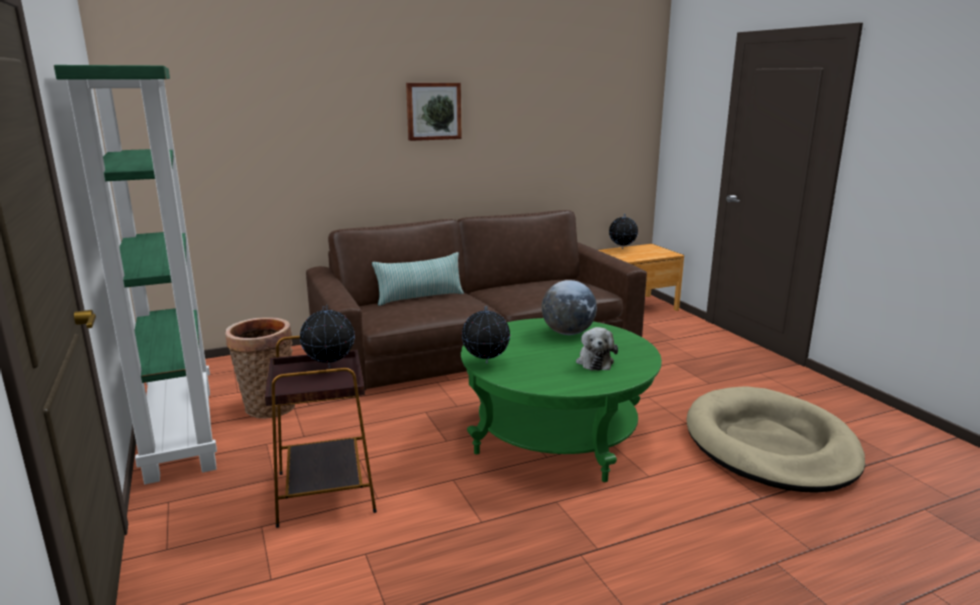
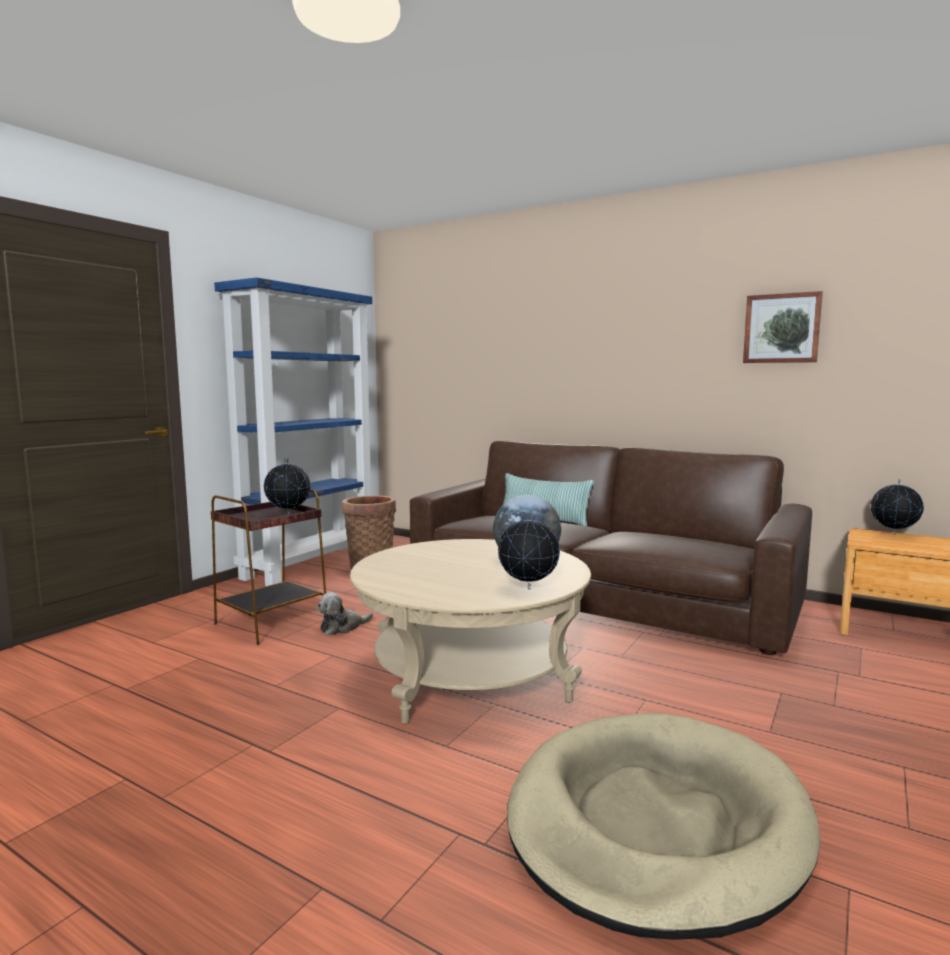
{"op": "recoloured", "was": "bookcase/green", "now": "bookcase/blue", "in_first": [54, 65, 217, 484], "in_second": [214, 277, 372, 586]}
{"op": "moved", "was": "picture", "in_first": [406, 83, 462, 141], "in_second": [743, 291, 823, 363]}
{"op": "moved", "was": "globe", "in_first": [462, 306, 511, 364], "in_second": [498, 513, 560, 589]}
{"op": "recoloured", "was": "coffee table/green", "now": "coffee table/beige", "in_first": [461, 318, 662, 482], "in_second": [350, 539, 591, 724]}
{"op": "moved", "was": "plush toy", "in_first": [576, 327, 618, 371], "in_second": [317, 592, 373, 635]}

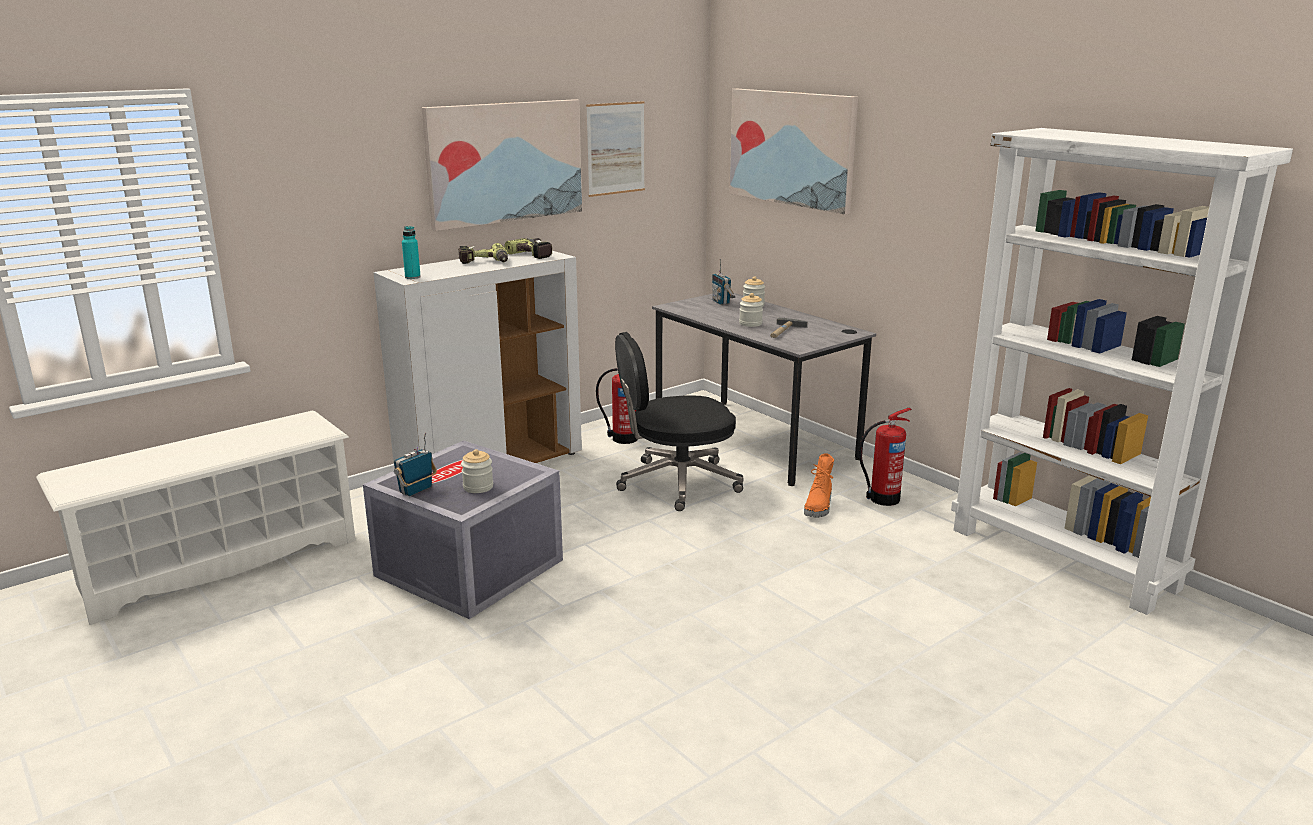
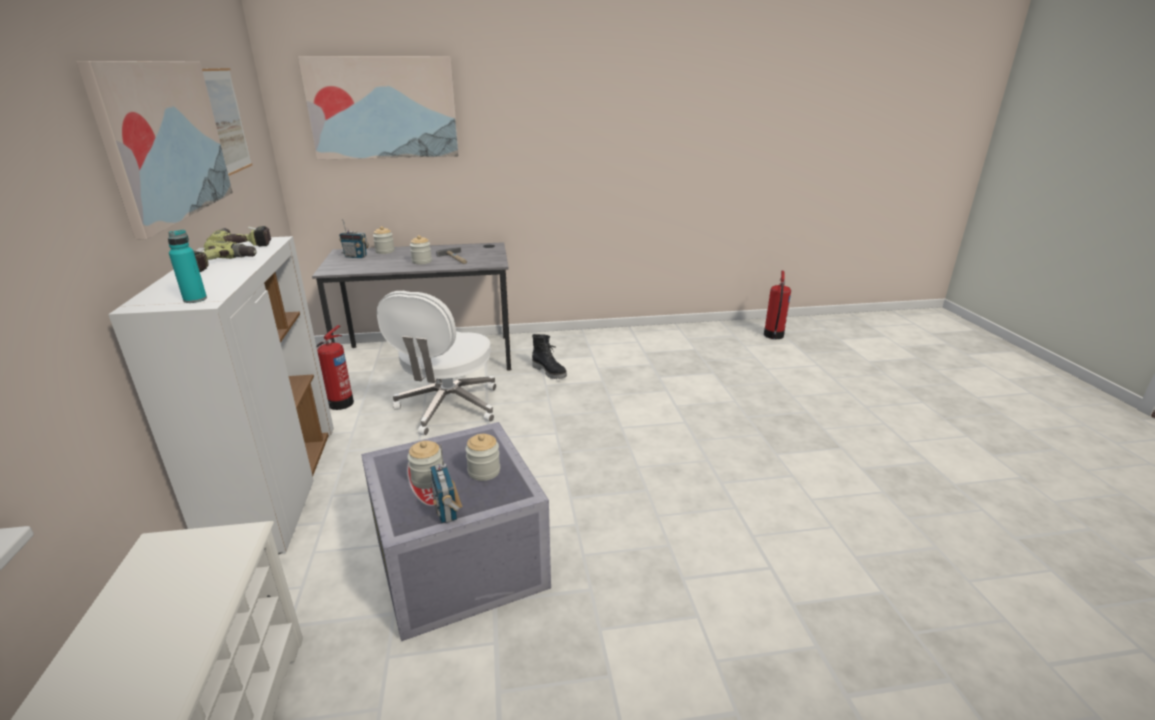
{"op": "removed", "was": "bookcase/white", "in_first": [951, 128, 1293, 615]}
{"op": "recoloured", "was": "office chair/black", "now": "office chair/white", "in_first": [615, 332, 744, 511], "in_second": [377, 291, 497, 436]}
{"op": "moved", "was": "fire extinguisher", "in_first": [859, 408, 912, 506], "in_second": [764, 271, 791, 339]}
{"op": "recoloured", "was": "boot/orange", "now": "boot/black", "in_first": [804, 453, 834, 517], "in_second": [532, 334, 567, 379]}
{"op": "added", "now": "jar", "in_second": [407, 441, 442, 489]}

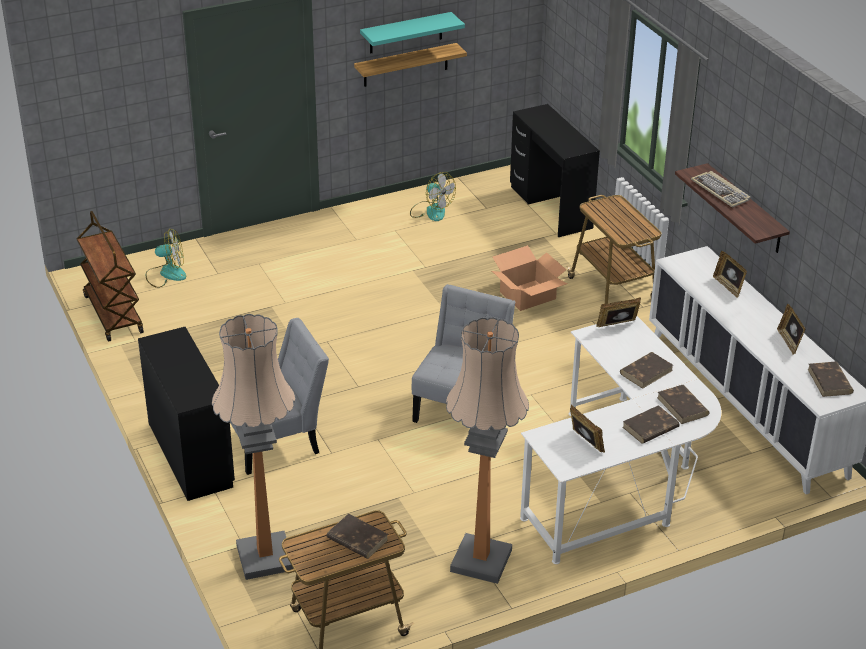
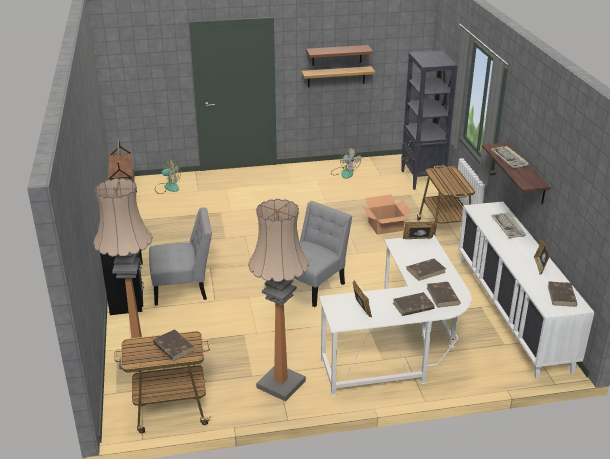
{"op": "recoloured", "was": "shelf/turquoise", "now": "shelf/brown", "in_first": [360, 12, 465, 54], "in_second": [306, 45, 373, 66]}
{"op": "replaced", "was": "desk/black", "now": "bookcase/black", "in_first": [510, 104, 600, 237], "in_second": [401, 51, 458, 190]}
{"op": "replaced", "was": "picture frame", "now": "keyboard", "in_first": [713, 251, 747, 298], "in_second": [491, 213, 526, 238]}

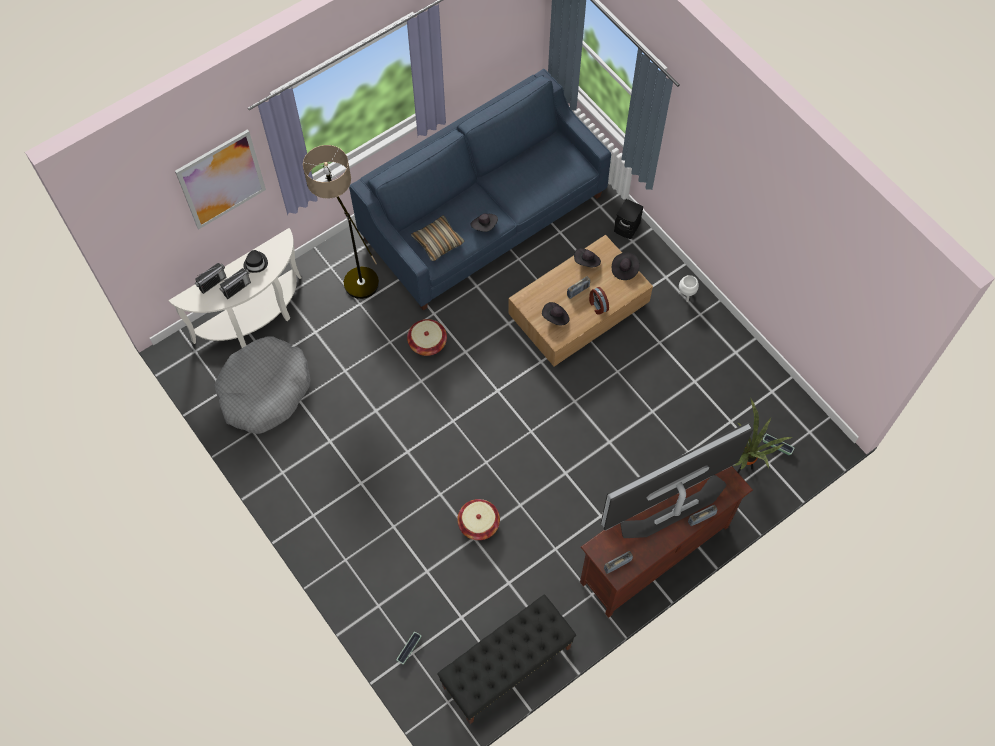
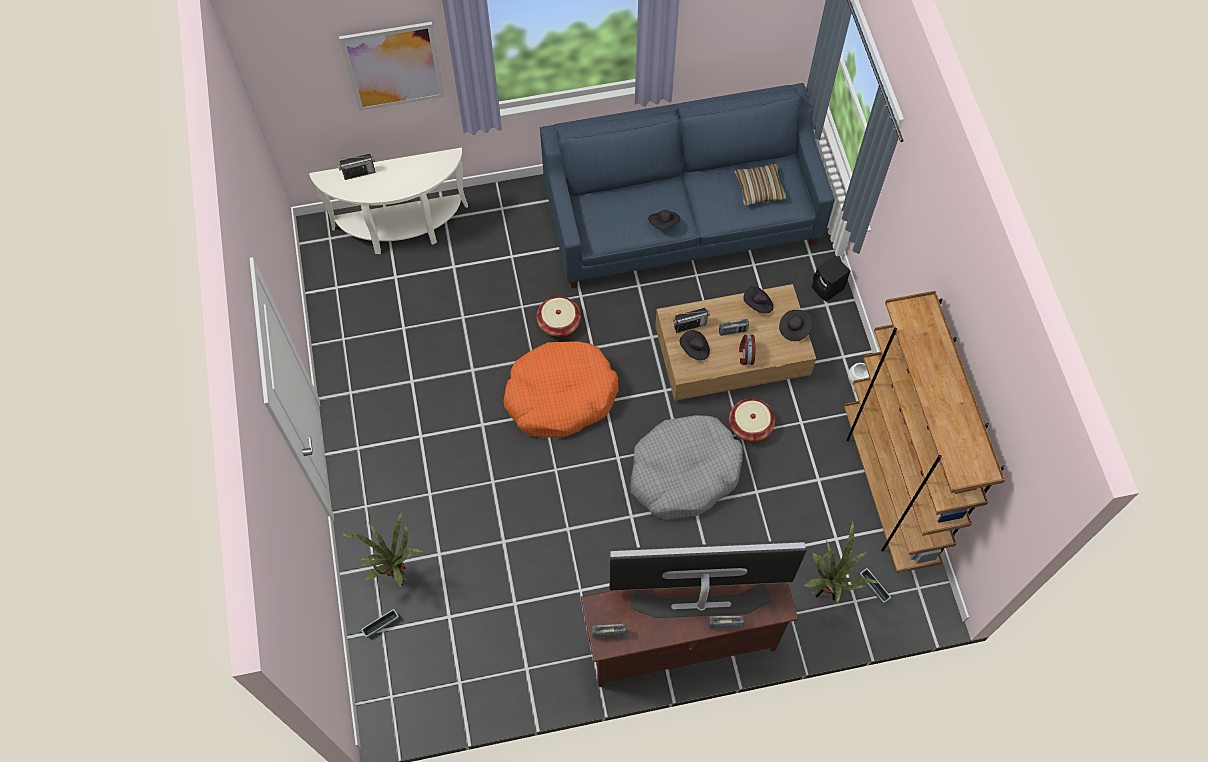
{"op": "removed", "was": "floor lamp", "in_first": [303, 145, 379, 299]}
{"op": "moved", "was": "pillow", "in_first": [411, 215, 465, 261], "in_second": [734, 164, 787, 206]}
{"op": "removed", "was": "hat/black", "in_first": [243, 250, 268, 273]}
{"op": "moved", "was": "radio", "in_first": [220, 268, 251, 299], "in_second": [673, 308, 710, 333]}
{"op": "moved", "was": "dog bed/grey", "in_first": [214, 336, 311, 434], "in_second": [630, 415, 743, 520]}
{"op": "moved", "was": "basket", "in_first": [457, 499, 500, 540], "in_second": [729, 398, 775, 442]}
{"op": "removed", "was": "bench/black", "in_first": [437, 594, 576, 724]}
{"op": "added", "now": "bookcase/brown", "in_second": [844, 291, 1005, 573]}
{"op": "added", "now": "dog bed/orange", "in_second": [504, 341, 619, 437]}
{"op": "added", "now": "potted plant", "in_second": [338, 511, 424, 589]}

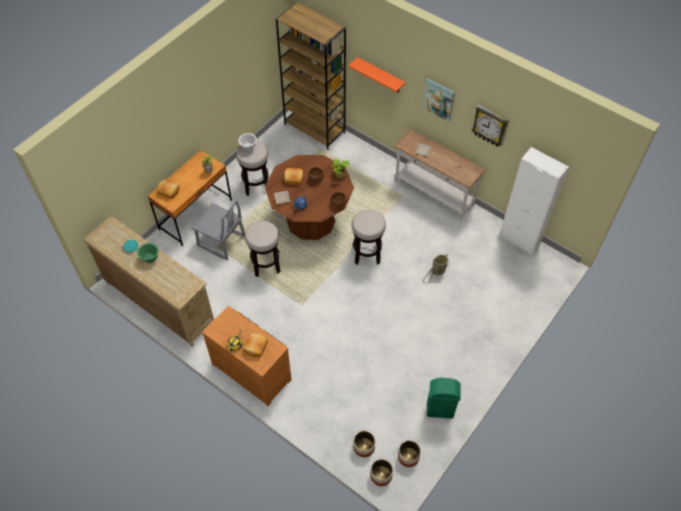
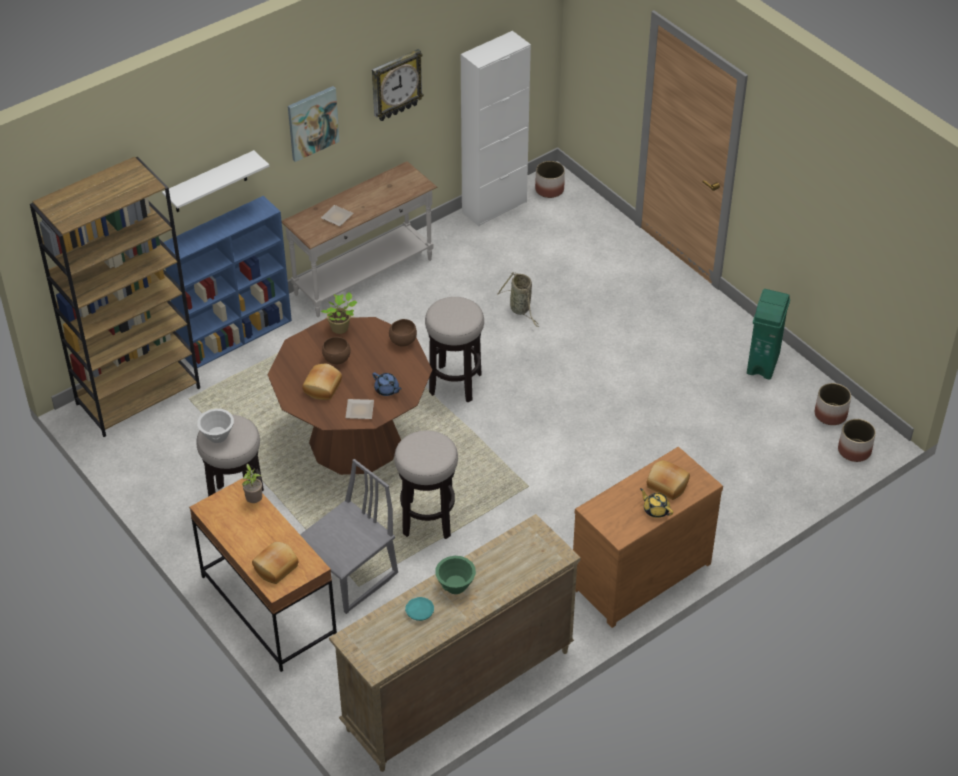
{"op": "recoloured", "was": "shelf/orange", "now": "shelf/white", "in_first": [348, 57, 406, 93], "in_second": [162, 150, 269, 212]}
{"op": "moved", "was": "planter", "in_first": [354, 431, 375, 457], "in_second": [535, 161, 565, 198]}
{"op": "added", "now": "bookcase/blue", "in_second": [163, 196, 292, 368]}

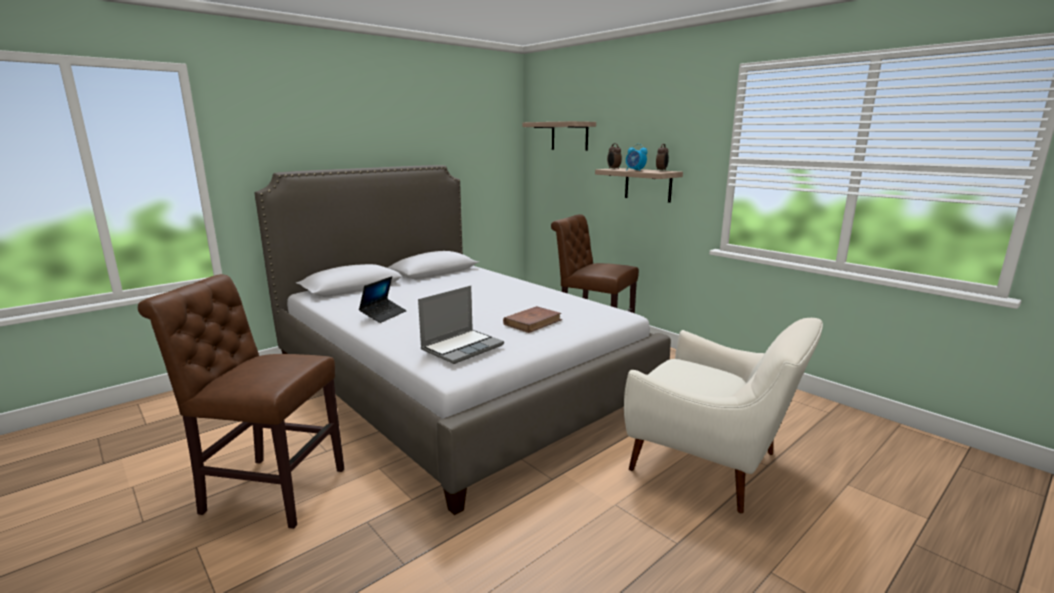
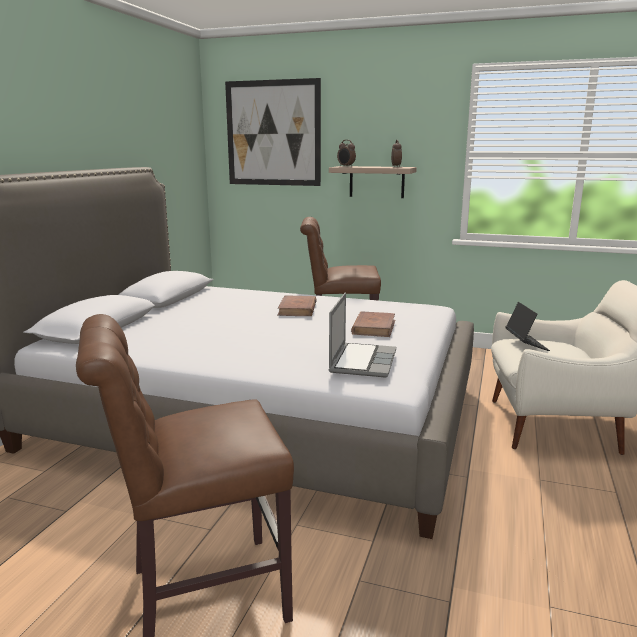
{"op": "replaced", "was": "shelf", "now": "picture", "in_first": [522, 121, 596, 151], "in_second": [225, 78, 321, 186]}
{"op": "removed", "was": "alarm clock", "in_first": [626, 144, 648, 171]}
{"op": "moved", "was": "laptop", "in_first": [359, 276, 407, 323], "in_second": [506, 302, 550, 351]}
{"op": "added", "now": "book/brown", "in_second": [277, 296, 317, 316]}

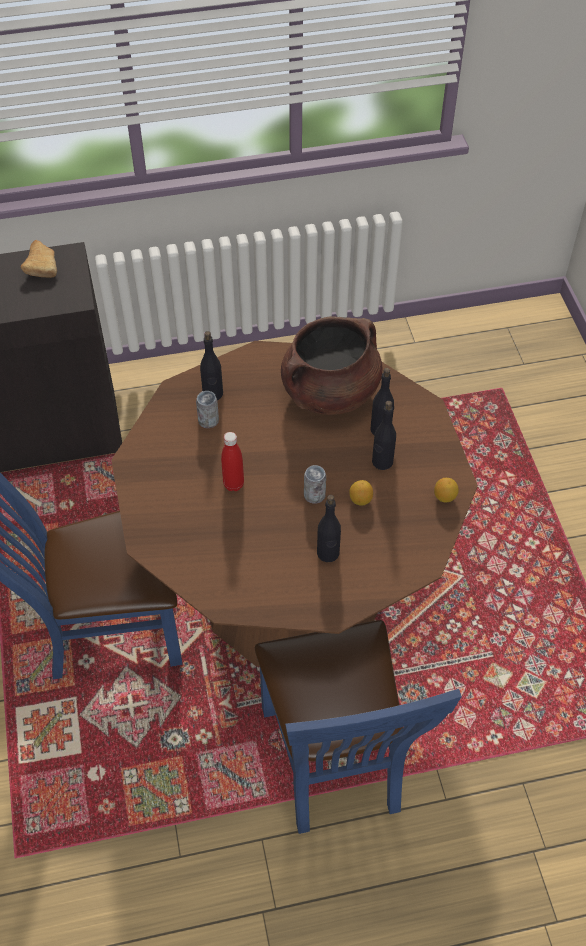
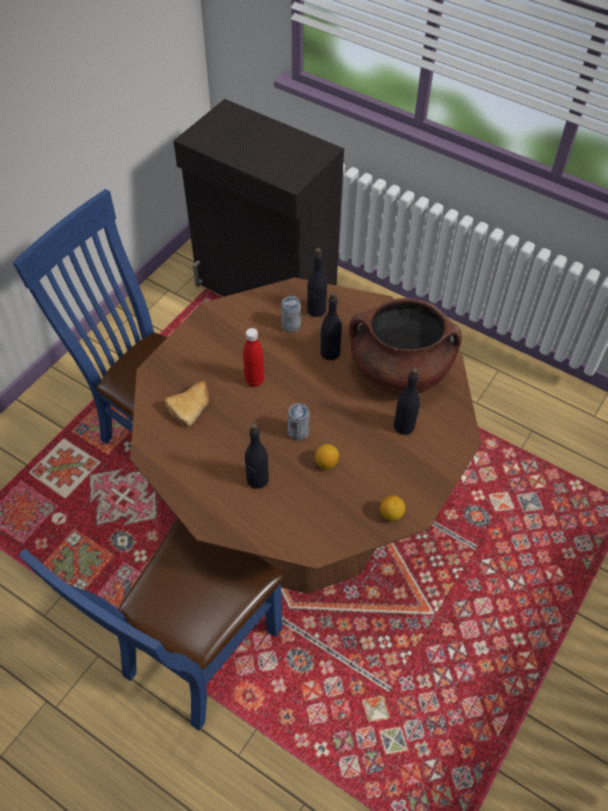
{"op": "moved", "was": "bread", "in_first": [21, 240, 57, 278], "in_second": [164, 381, 209, 428]}
{"op": "moved", "was": "bottle/black", "in_first": [372, 401, 396, 470], "in_second": [320, 291, 342, 360]}

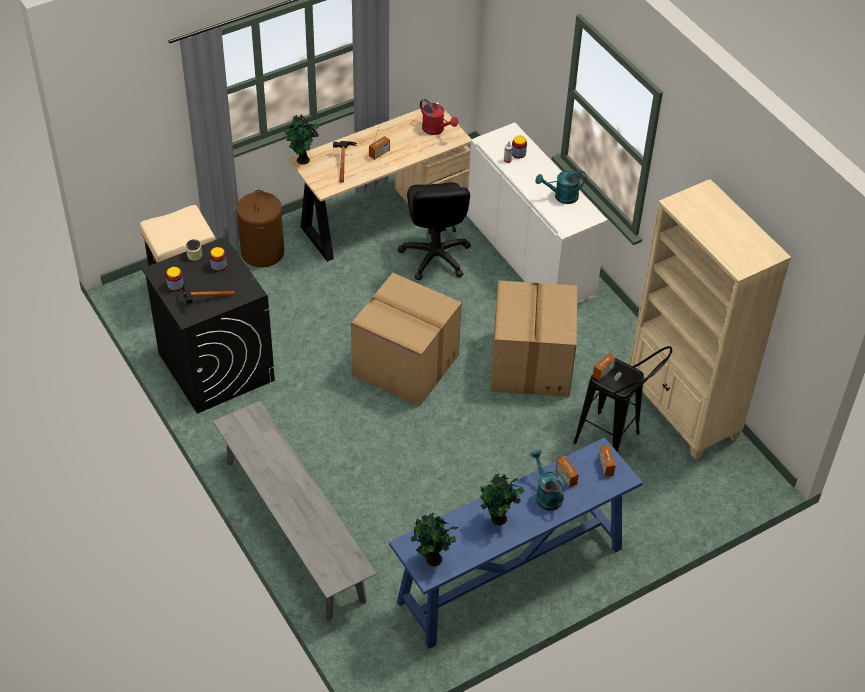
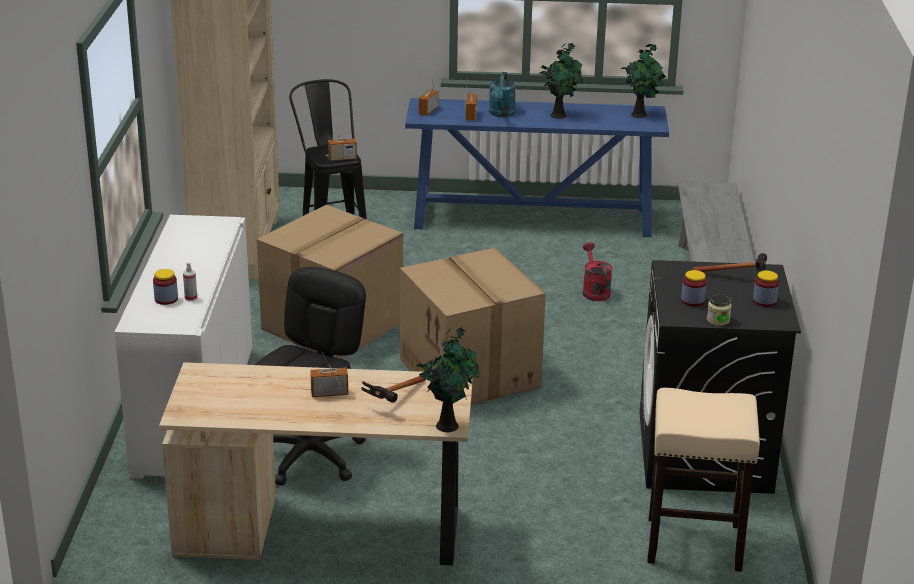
{"op": "moved", "was": "watering can/red", "in_first": [420, 99, 458, 135], "in_second": [582, 242, 612, 301]}
{"op": "removed", "was": "watering can/turquoise", "in_first": [535, 170, 587, 204]}
{"op": "removed", "was": "laundry basket/brown", "in_first": [236, 190, 284, 268]}

